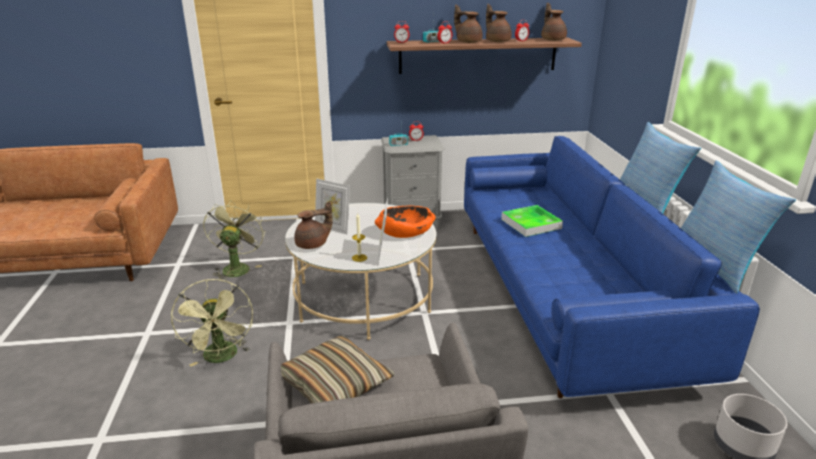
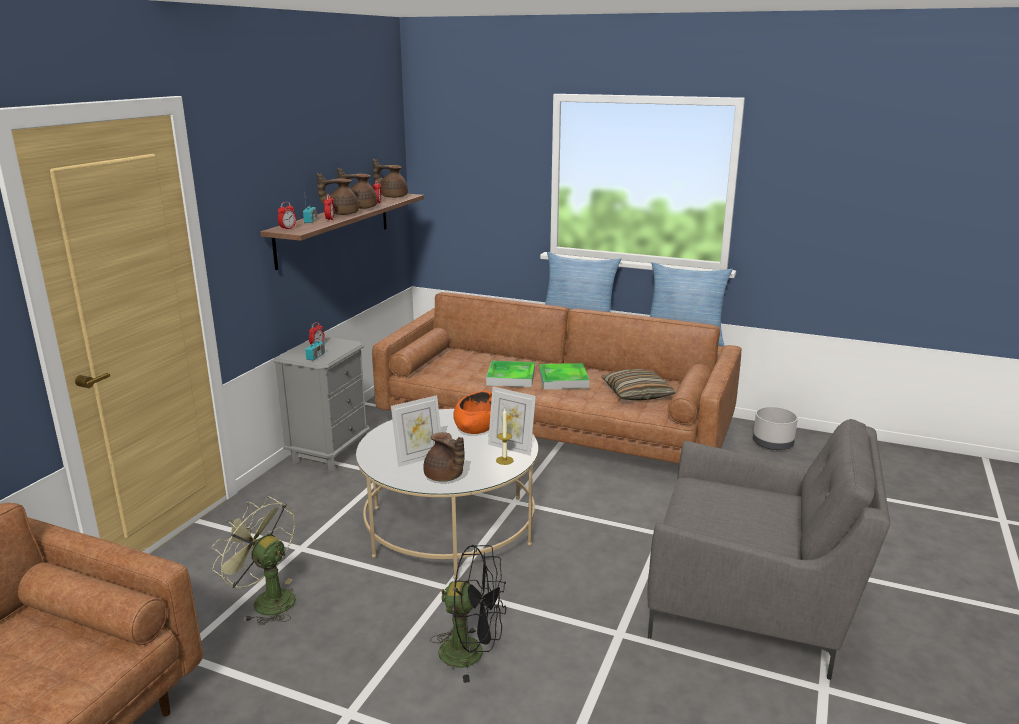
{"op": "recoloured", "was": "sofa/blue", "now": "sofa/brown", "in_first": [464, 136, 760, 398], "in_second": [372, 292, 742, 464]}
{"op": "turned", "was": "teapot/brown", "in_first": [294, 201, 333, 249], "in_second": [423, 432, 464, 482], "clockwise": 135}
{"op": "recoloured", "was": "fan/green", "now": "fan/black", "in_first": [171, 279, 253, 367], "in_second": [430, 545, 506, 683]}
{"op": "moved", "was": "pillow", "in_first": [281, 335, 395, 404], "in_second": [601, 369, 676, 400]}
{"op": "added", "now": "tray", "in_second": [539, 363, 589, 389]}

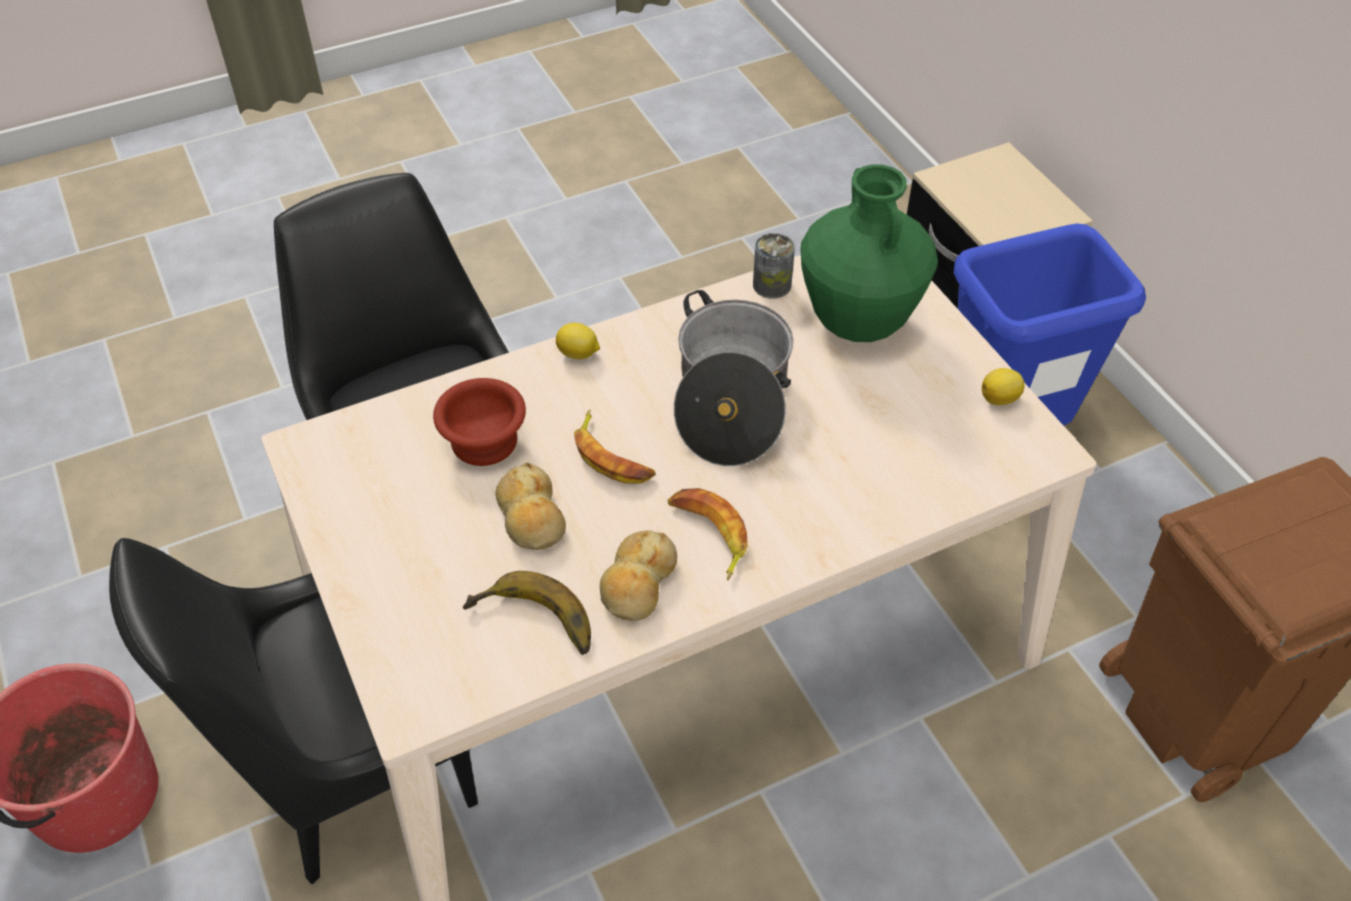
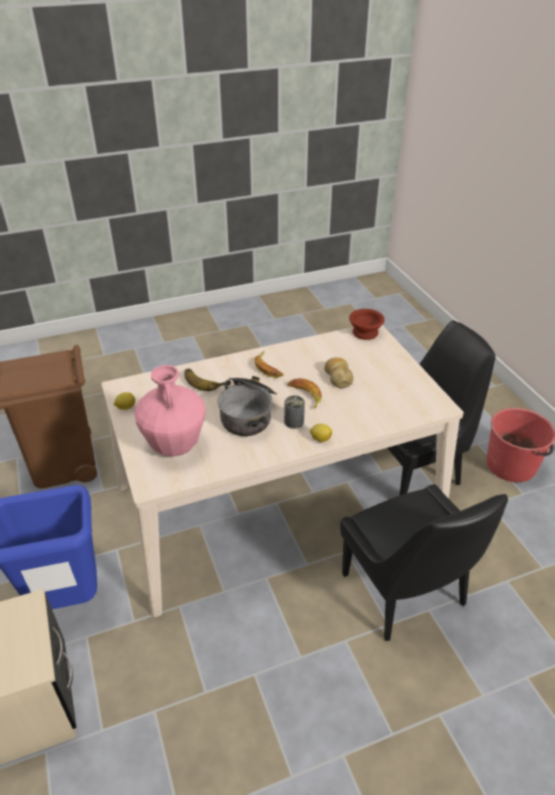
{"op": "recoloured", "was": "vase/green", "now": "vase/pink", "in_first": [800, 164, 938, 342], "in_second": [134, 365, 206, 457]}
{"op": "moved", "was": "can", "in_first": [753, 233, 795, 299], "in_second": [284, 395, 305, 429]}
{"op": "moved", "was": "bowl/brown", "in_first": [433, 378, 526, 466], "in_second": [349, 309, 385, 340]}
{"op": "removed", "was": "bread", "in_first": [600, 530, 677, 621]}
{"op": "moved", "was": "banana", "in_first": [463, 571, 591, 655], "in_second": [184, 369, 231, 391]}

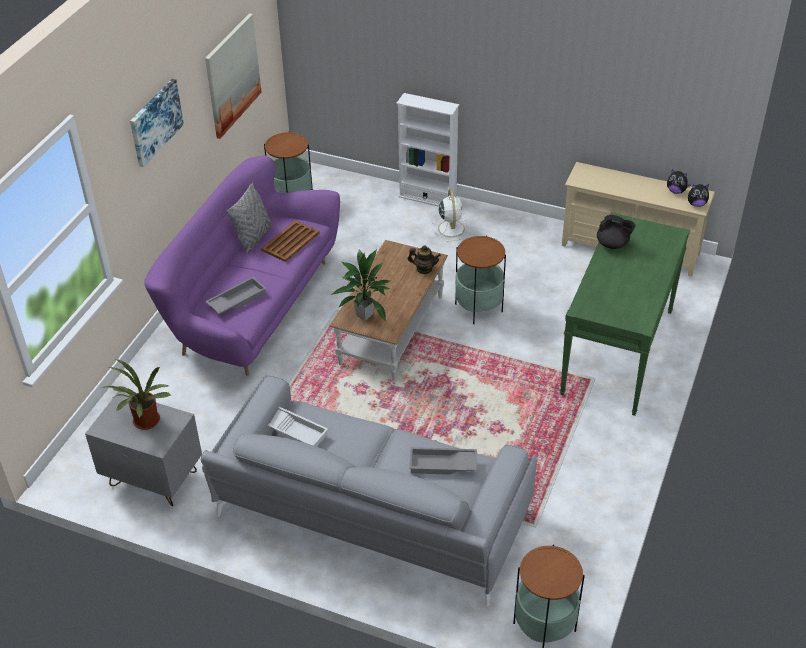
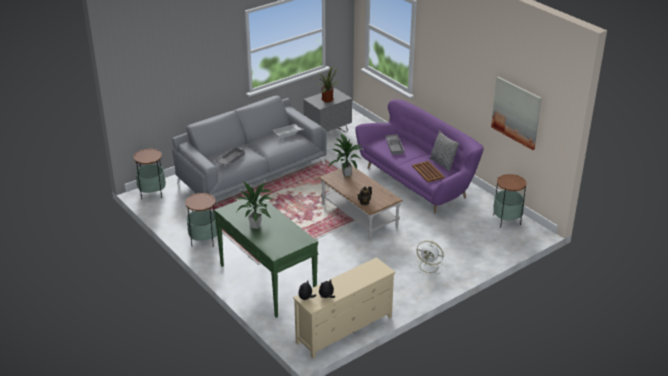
{"op": "removed", "was": "picture", "in_first": [130, 79, 184, 167]}
{"op": "removed", "was": "bookcase/white", "in_first": [396, 93, 459, 207]}
{"op": "removed", "was": "teapot/black", "in_first": [597, 215, 636, 249]}
{"op": "moved", "was": "side table", "in_first": [455, 235, 506, 324], "in_second": [185, 193, 217, 247]}
{"op": "added", "now": "potted plant", "in_second": [235, 181, 273, 229]}

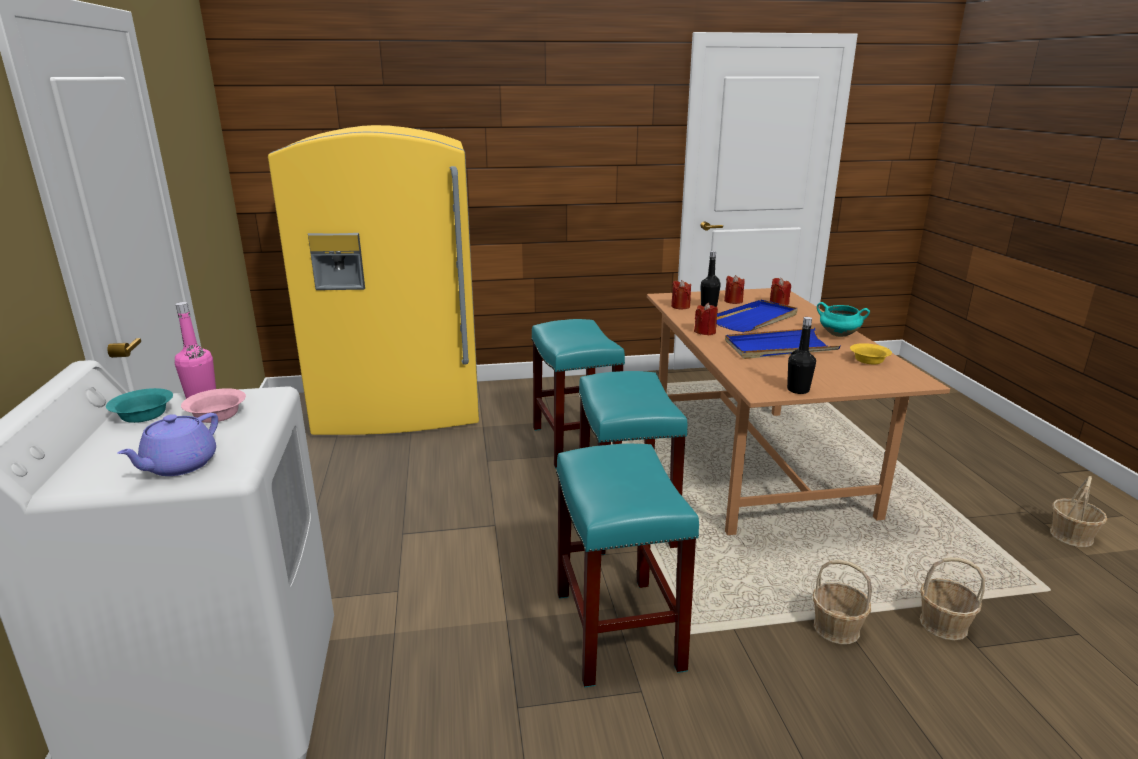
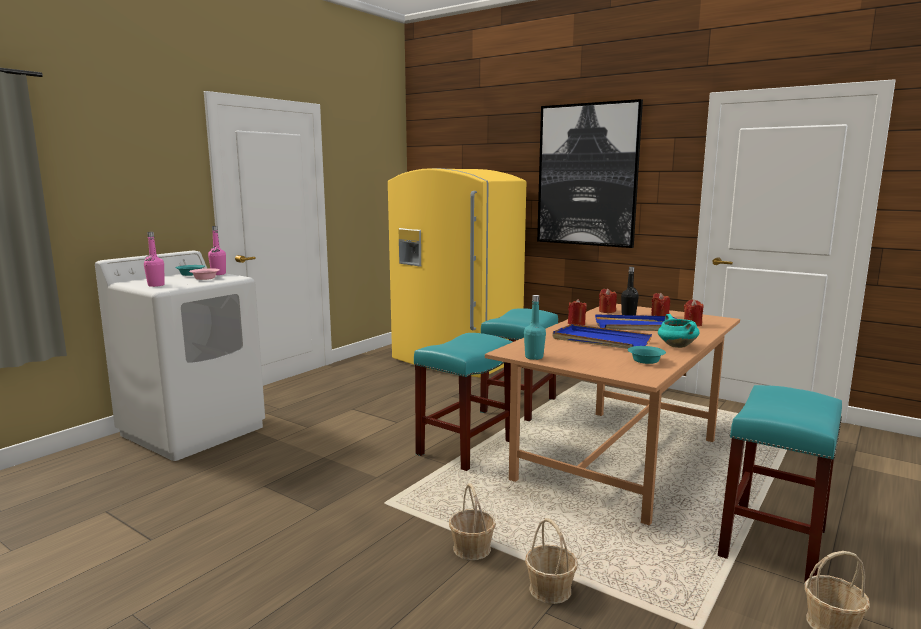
{"op": "recoloured", "was": "bottle/black", "now": "bottle/turquoise", "in_first": [787, 317, 816, 394], "in_second": [524, 295, 546, 360]}
{"op": "recoloured", "was": "bowl/yellow", "now": "bowl/turquoise", "in_first": [850, 343, 892, 364], "in_second": [628, 346, 666, 364]}
{"op": "replaced", "was": "teapot/purple", "now": "bottle/pink", "in_first": [117, 413, 218, 476], "in_second": [144, 232, 165, 287]}
{"op": "moved", "was": "stool/turquoise", "in_first": [556, 444, 699, 688], "in_second": [718, 385, 842, 584]}
{"op": "added", "now": "picture", "in_second": [537, 99, 643, 248]}

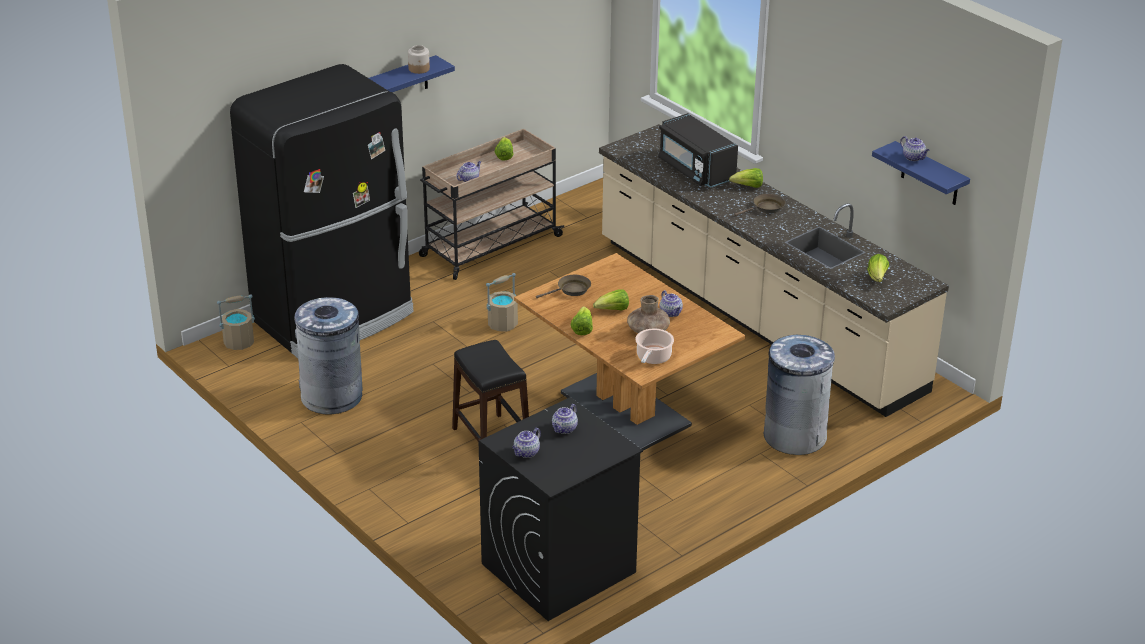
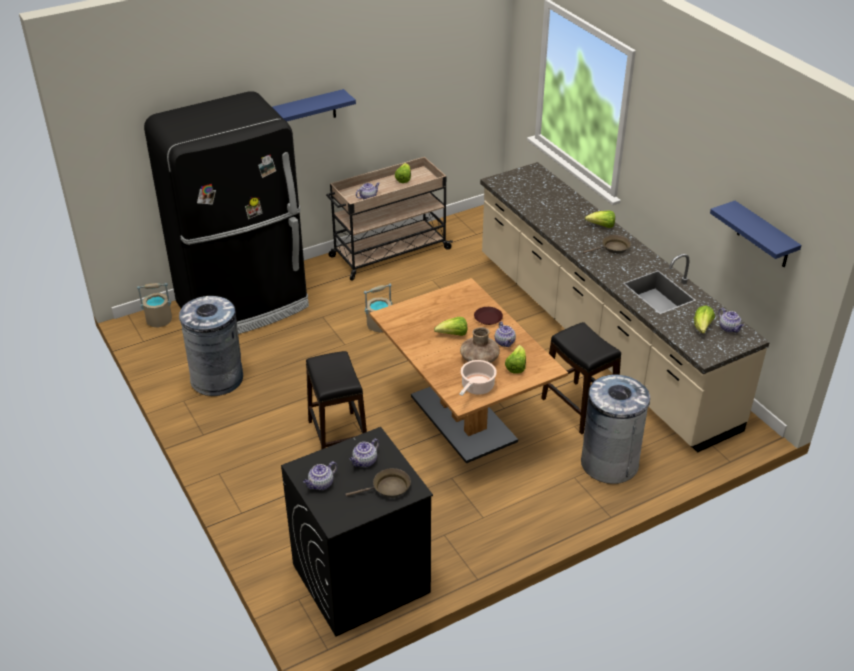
{"op": "removed", "was": "jar", "in_first": [408, 45, 430, 74]}
{"op": "removed", "was": "microwave/black", "in_first": [658, 113, 738, 188]}
{"op": "moved", "was": "teapot", "in_first": [900, 136, 930, 161], "in_second": [719, 308, 744, 333]}
{"op": "moved", "was": "frying pan/brown", "in_first": [536, 275, 591, 298], "in_second": [345, 468, 411, 498]}
{"op": "moved", "was": "lettuce", "in_first": [570, 306, 593, 335], "in_second": [505, 345, 526, 374]}
{"op": "added", "now": "plate/brown", "in_second": [474, 307, 503, 325]}
{"op": "added", "now": "stool/black", "in_second": [541, 322, 621, 434]}

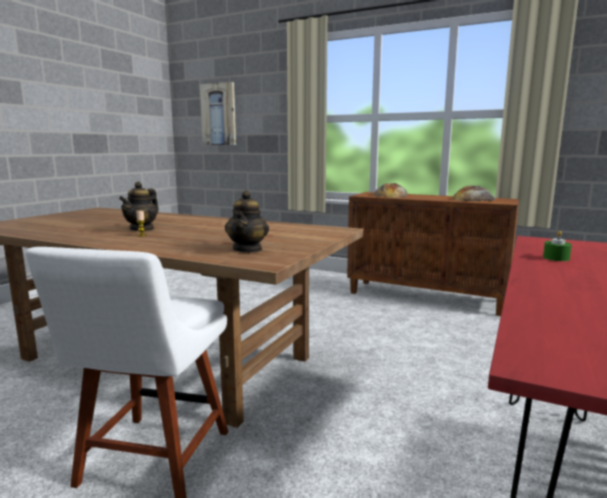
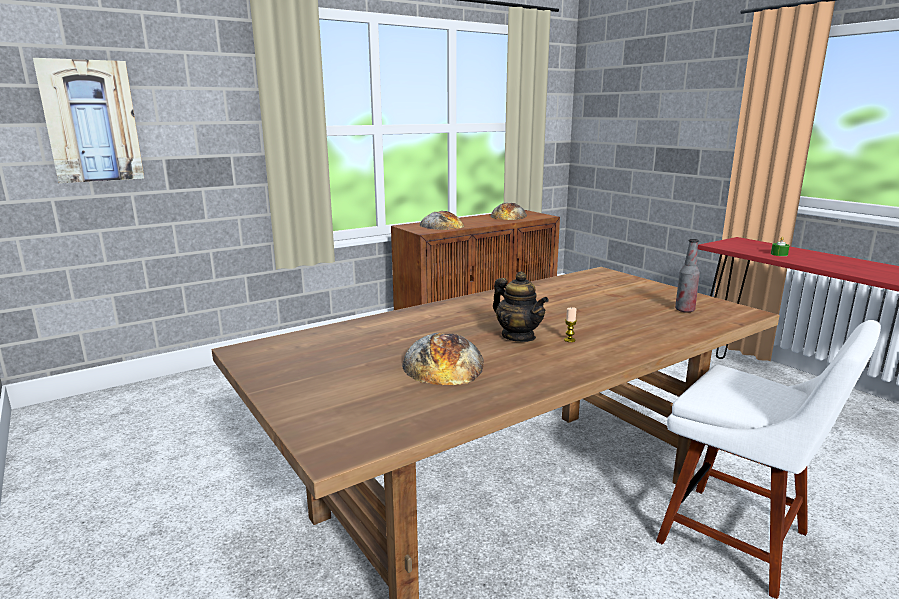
{"op": "replaced", "was": "teapot", "now": "bottle", "in_first": [225, 190, 269, 253], "in_second": [675, 239, 700, 313]}
{"op": "added", "now": "bread", "in_second": [402, 333, 484, 385]}

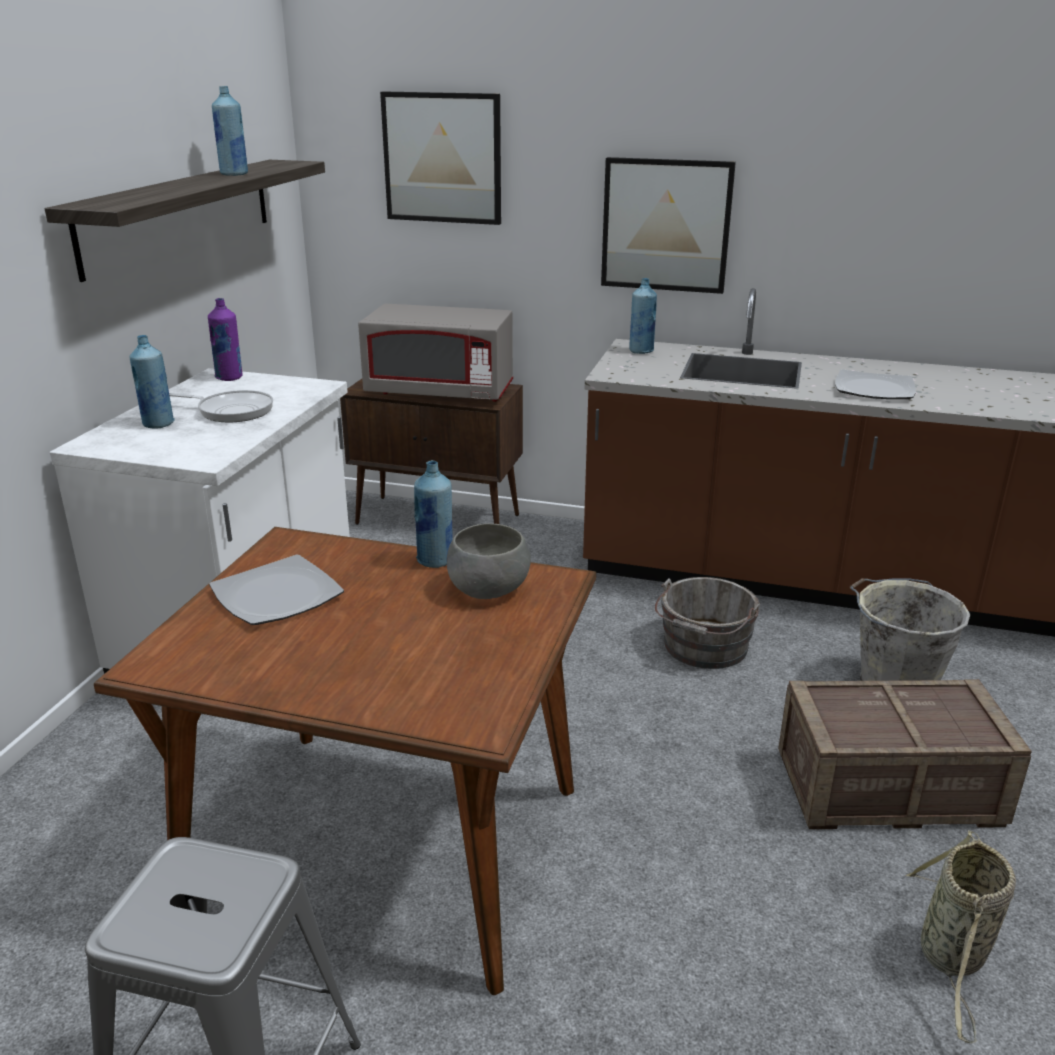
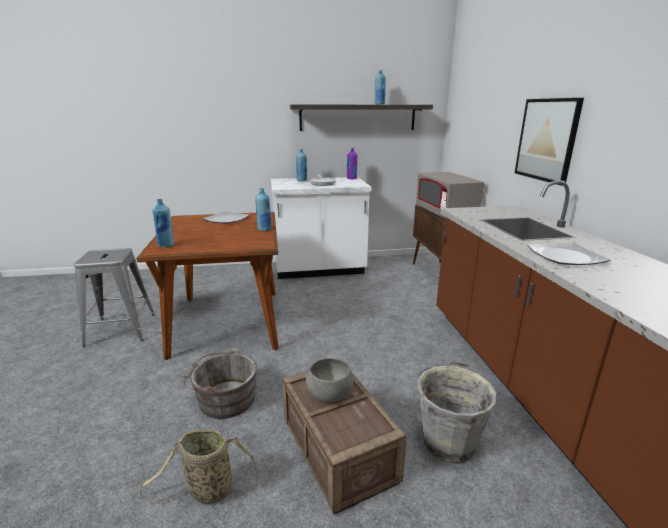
{"op": "removed", "was": "picture", "in_first": [380, 91, 501, 225]}
{"op": "moved", "was": "bottle/blue", "in_first": [629, 278, 657, 354], "in_second": [152, 199, 174, 247]}
{"op": "moved", "was": "bowl/grey", "in_first": [447, 523, 531, 599], "in_second": [306, 358, 353, 403]}
{"op": "moved", "was": "bucket/grey", "in_first": [655, 577, 760, 669], "in_second": [183, 349, 257, 419]}

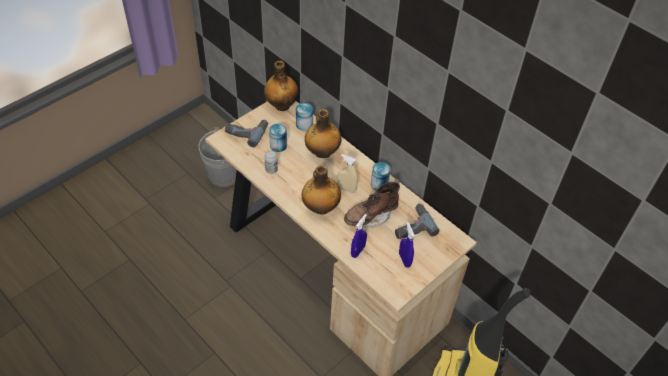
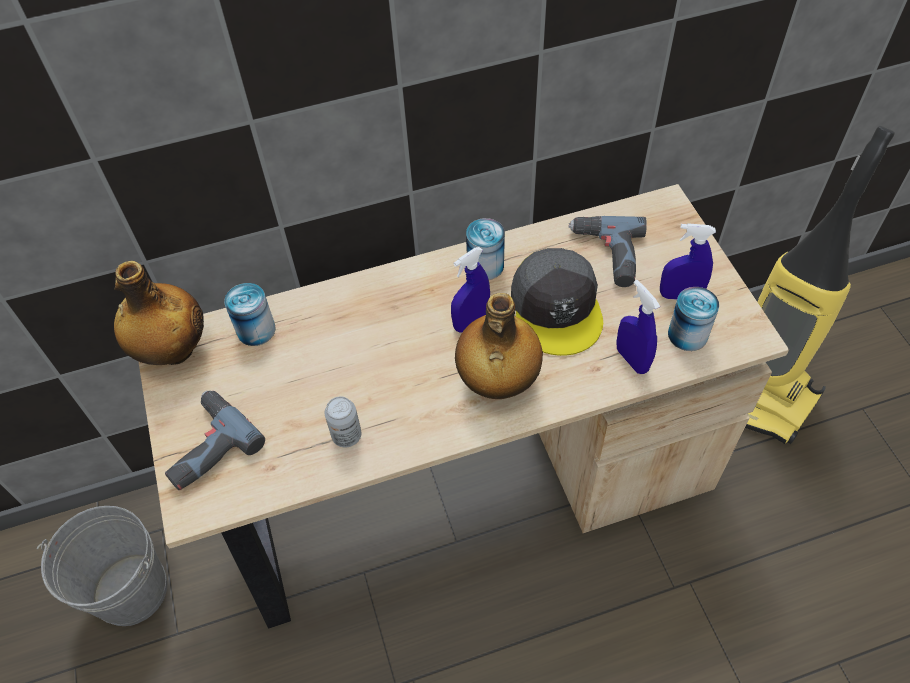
{"op": "removed", "was": "bottle", "in_first": [305, 109, 342, 158]}
{"op": "moved", "was": "can", "in_first": [269, 124, 287, 152], "in_second": [668, 287, 719, 351]}
{"op": "recoloured", "was": "spray bottle/beige", "now": "spray bottle/blue", "in_first": [337, 154, 358, 193], "in_second": [451, 247, 490, 333]}
{"op": "replaced", "was": "boot/brown", "now": "cap/grey", "in_first": [344, 178, 400, 228], "in_second": [511, 248, 603, 356]}

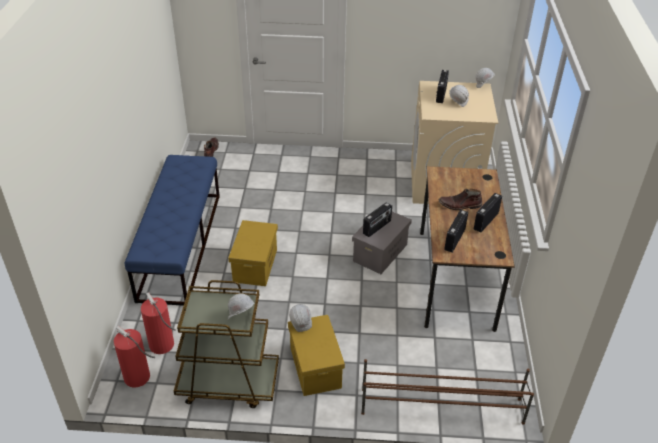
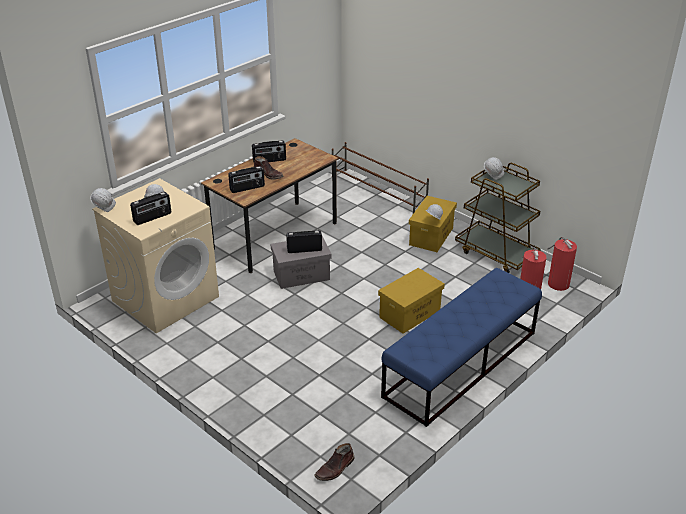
{"op": "moved", "was": "radio", "in_first": [444, 210, 468, 253], "in_second": [228, 166, 265, 193]}

